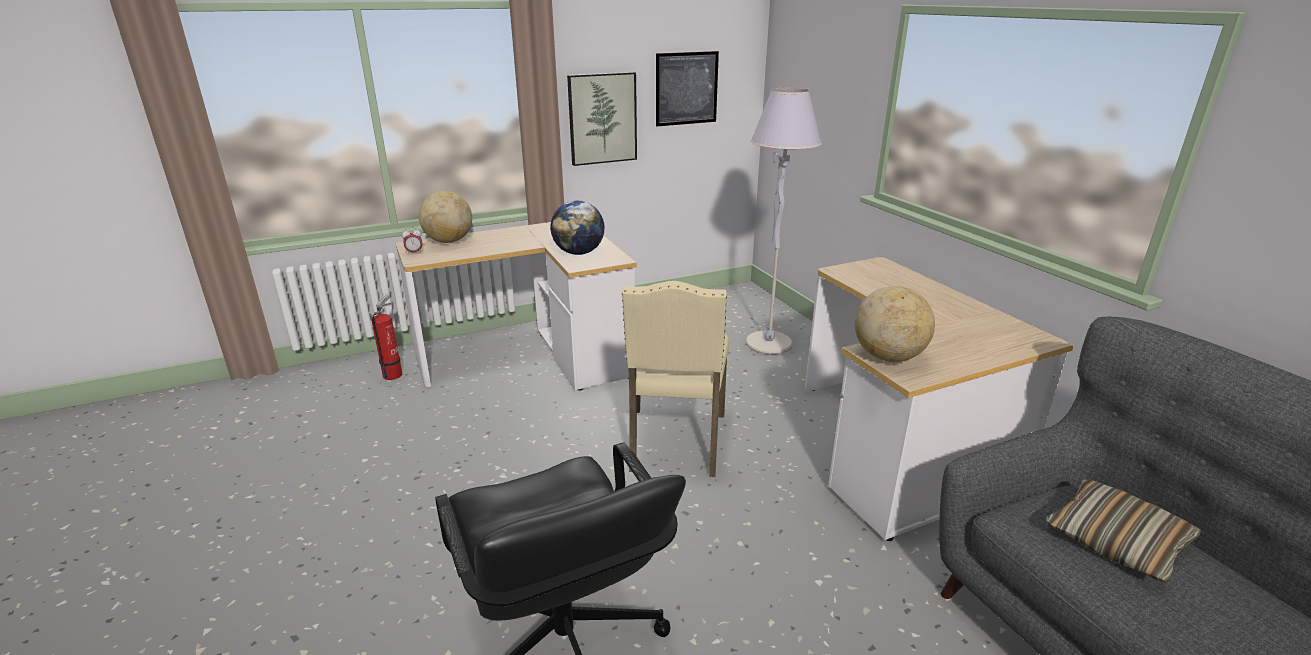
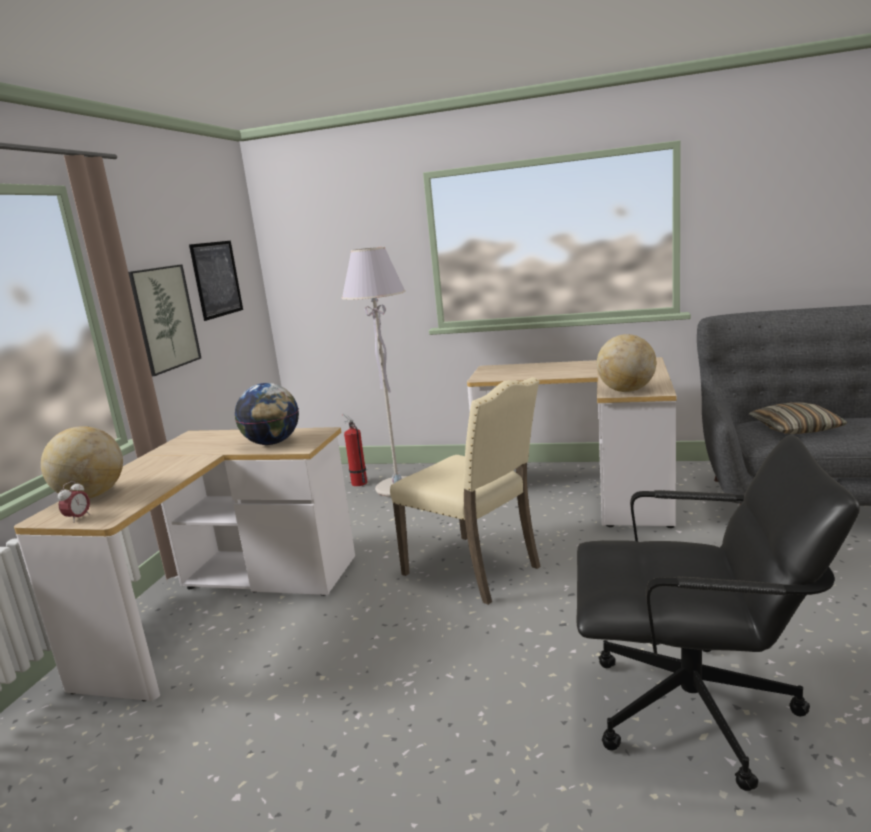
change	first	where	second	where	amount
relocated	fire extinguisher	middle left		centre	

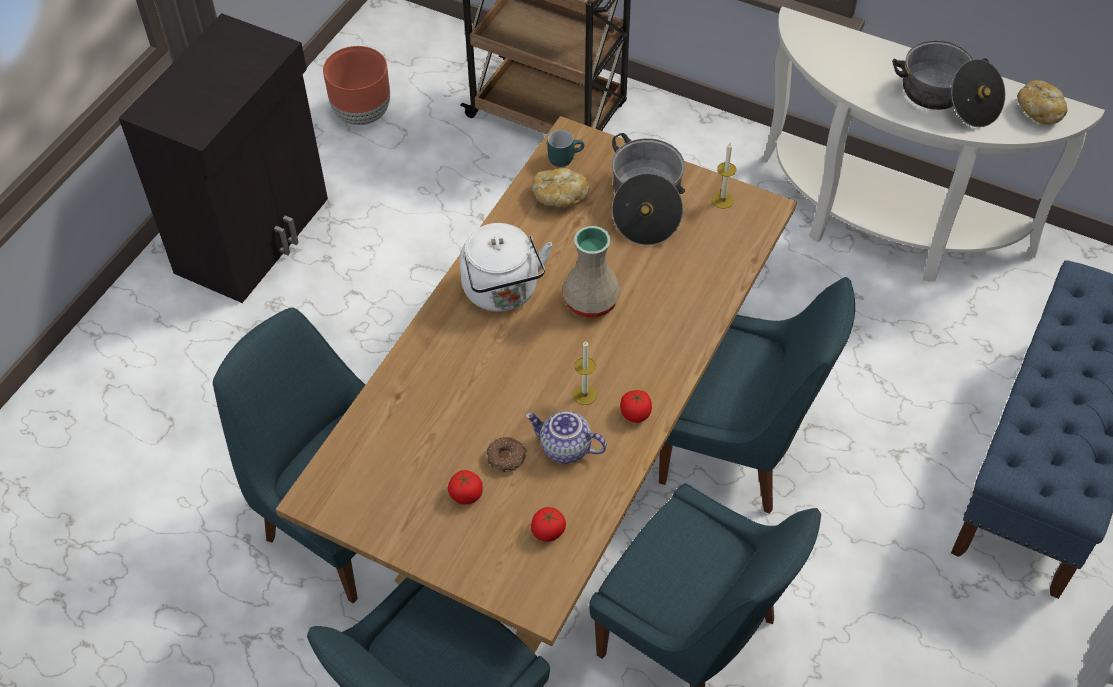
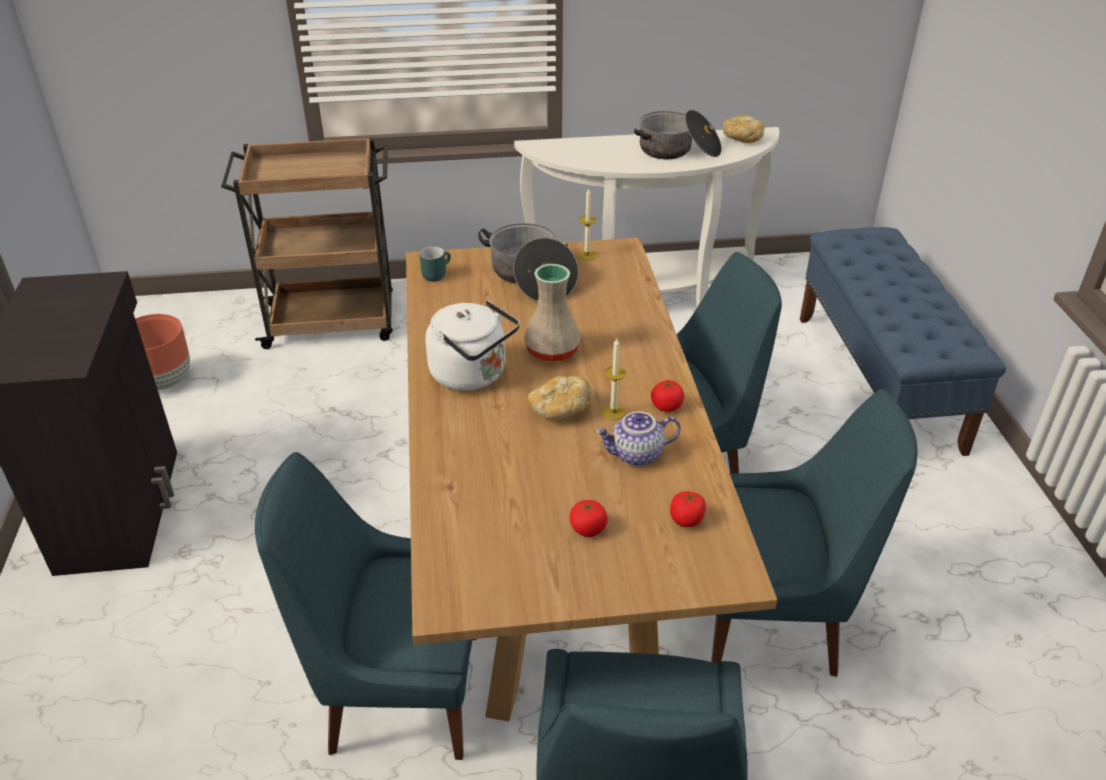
change	first	where	second	where	amount
relocated	bread (no. 1 from left)	top centre		centre	
missing	donut	centre			

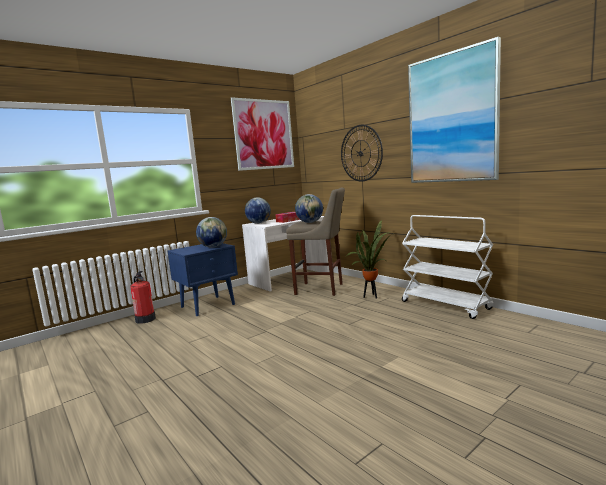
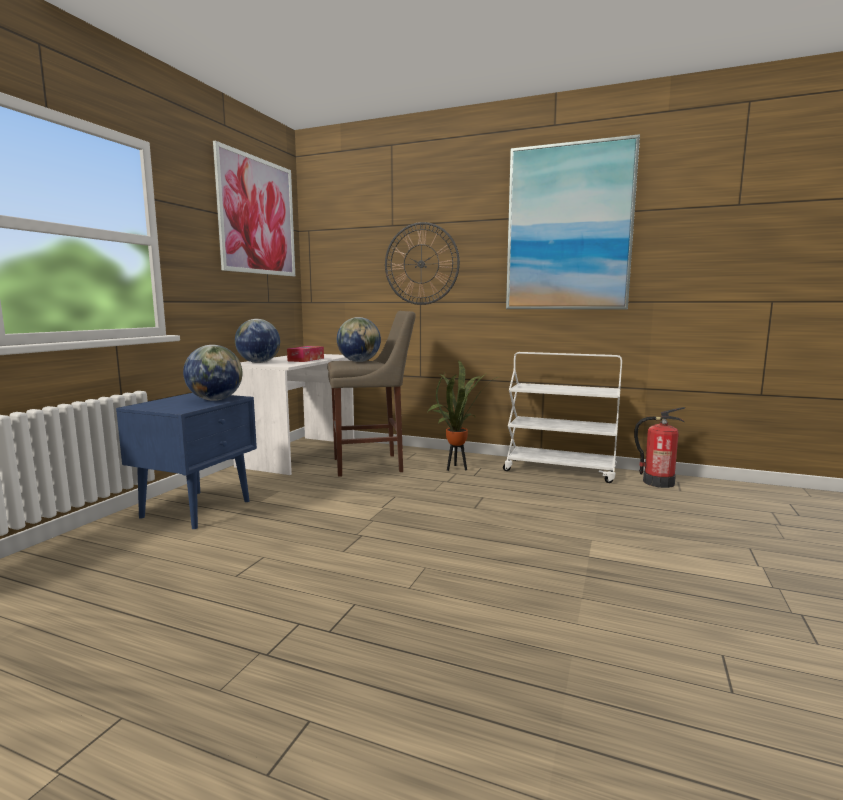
change	first	where	second	where	amount
relocated	fire extinguisher	middle left		middle right	

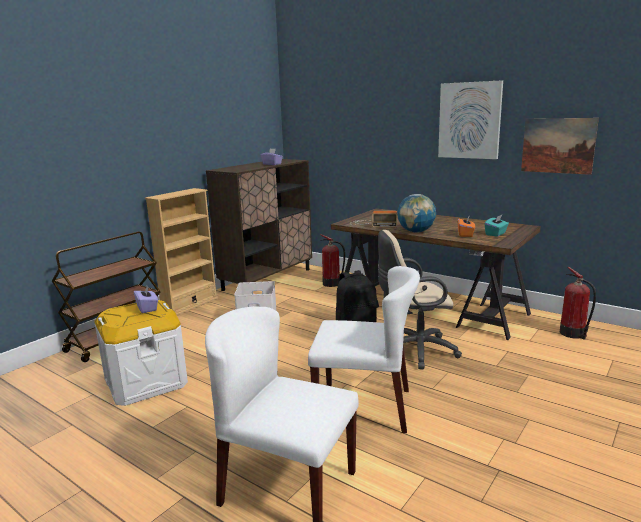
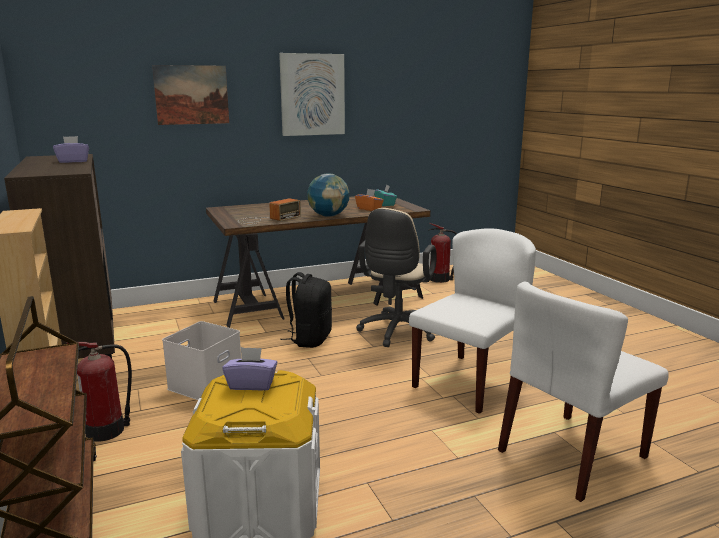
change	first	where	second	where	amount
relocated	picture (no. 2 from left in the first image)	top right	picture (no. 1 from left)	top left	
relocated	fire extinguisher (no. 1 from left)	centre		bottom left	

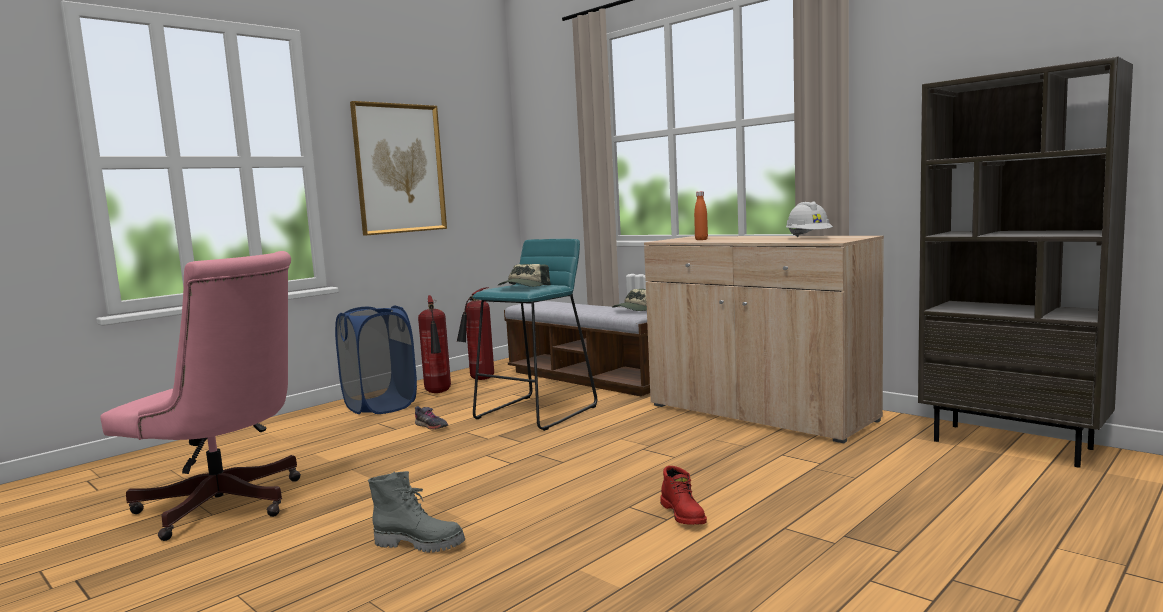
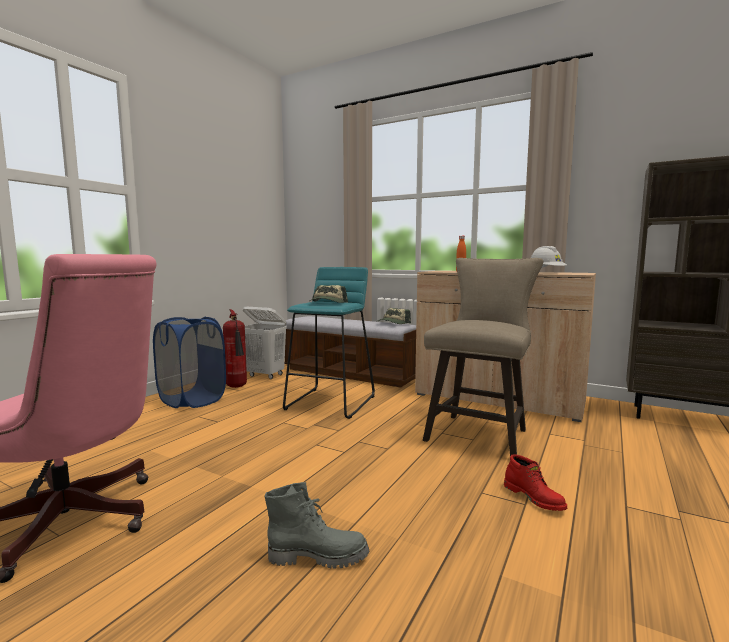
change	first	where	second	where	amount
missing	picture	top centre			
exchanged	fire extinguisher (no. 2 from left)	centre	laundry basket (white)	centre	
missing	shoe (grey)	bottom centre			
appeared			stool (beige)	centre	

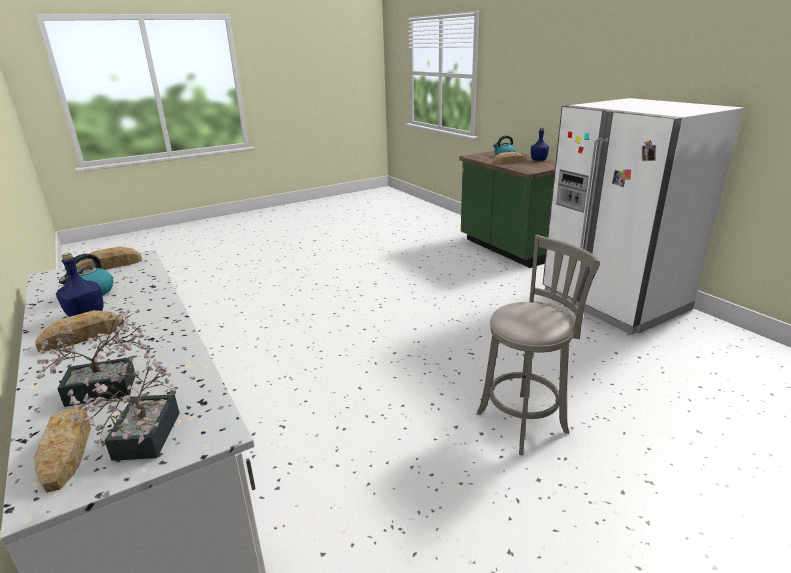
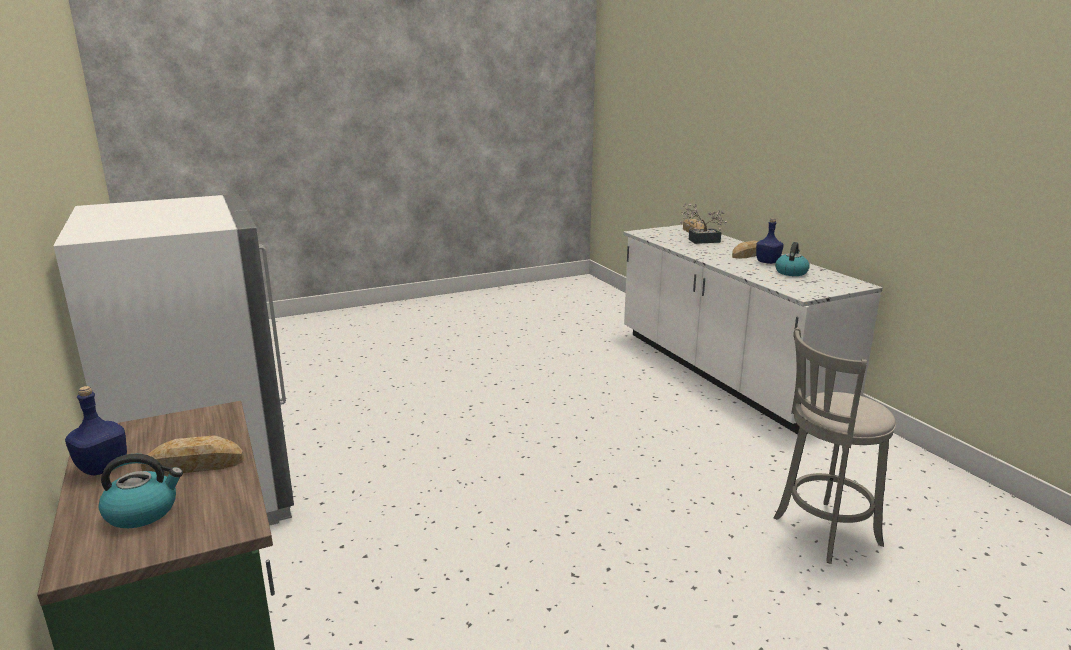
change	first	where	second	where	amount
relocated	stool (grey)	middle right		bottom right	
missing	bread (no. 3 from left)	middle left			
missing	potted plant (no. 2 from left)	bottom left			

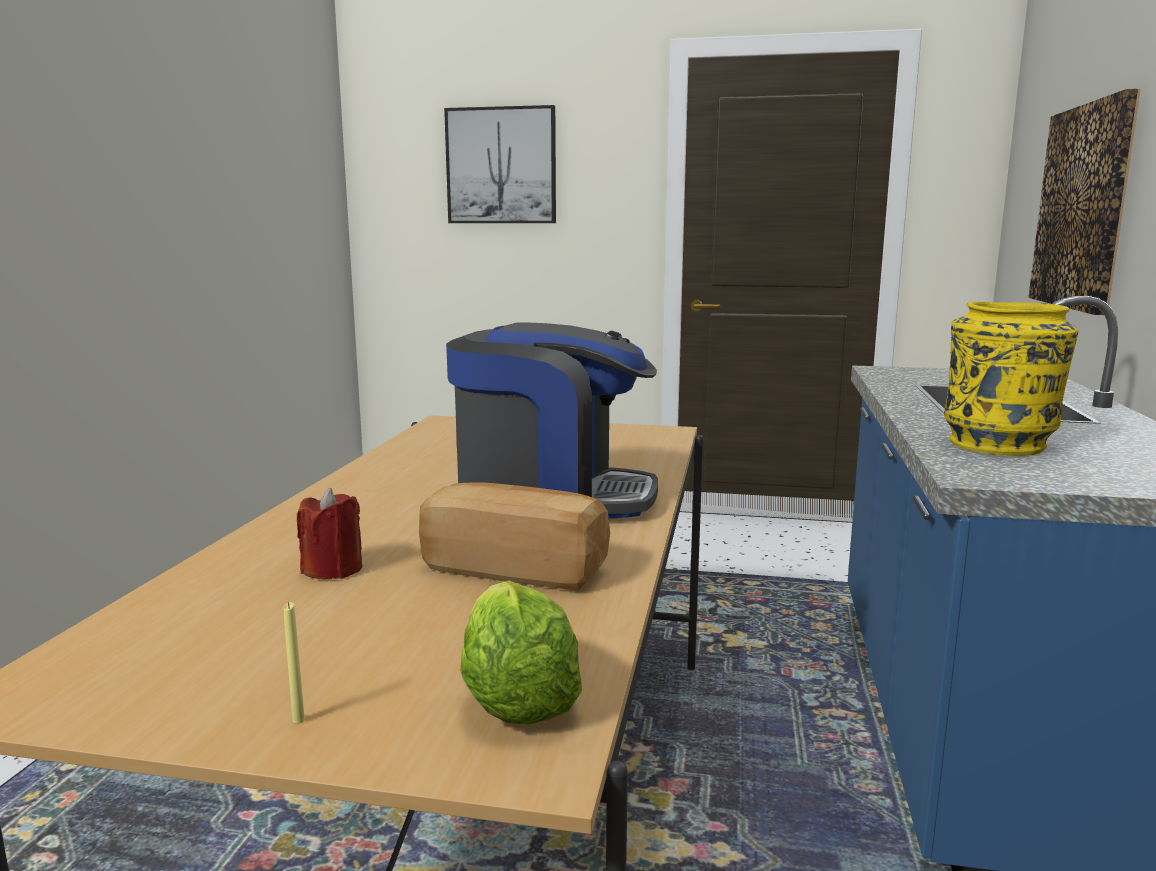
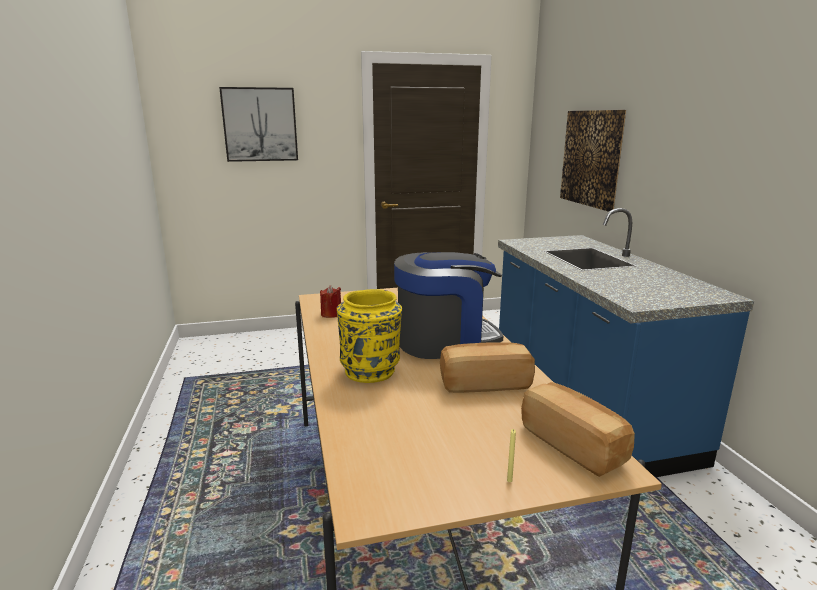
change	first	where	second	where	amount
relocated	vase (yellow)	middle right		centre	
relocated	candle (red)	middle left		centre	
exchanged	lettuce	bottom centre	bread (no. 2 from left)	bottom right	

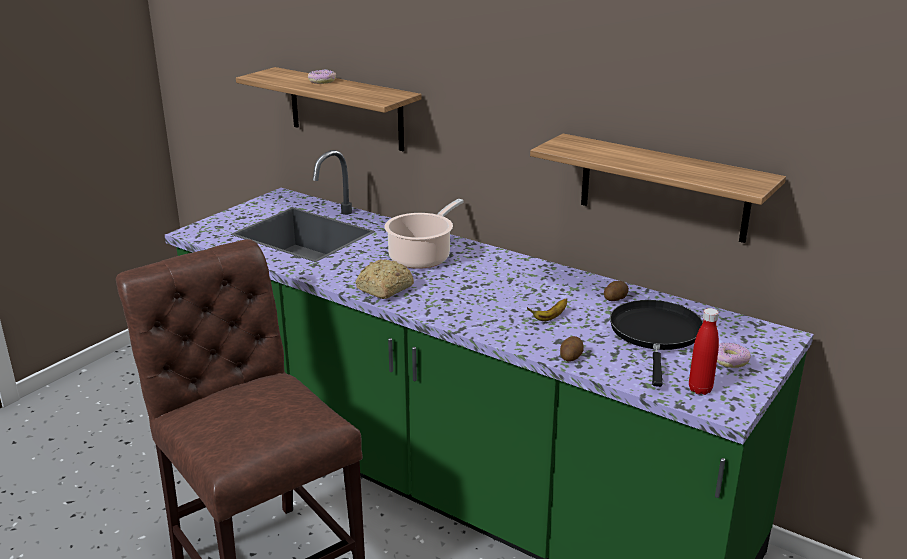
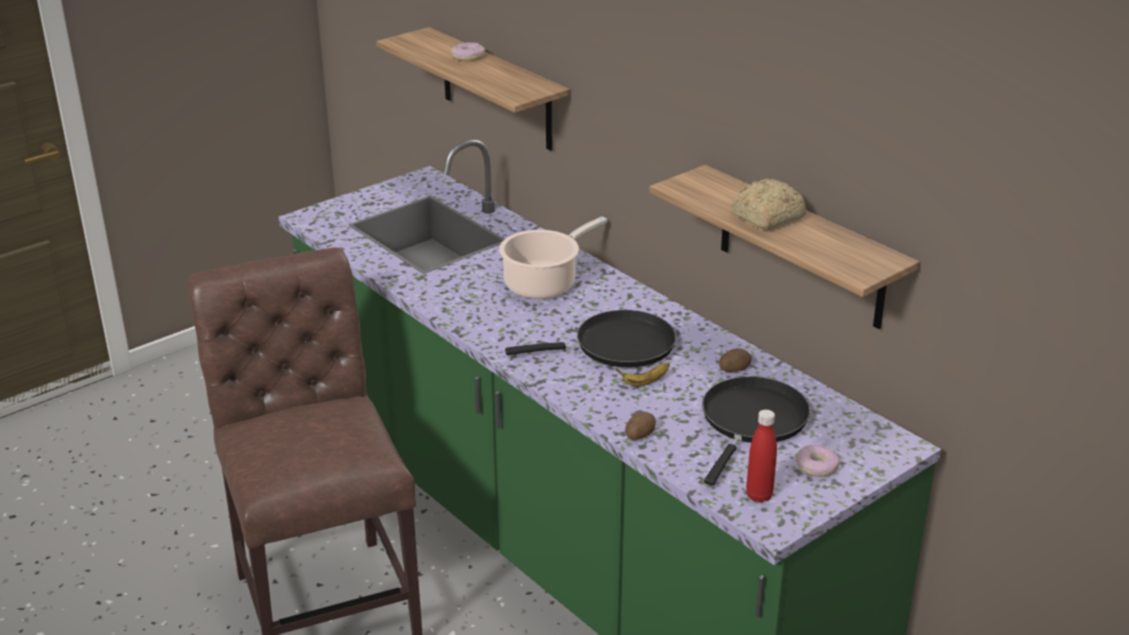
change	first	where	second	where	amount
relocated	bread	centre		top right	
appeared			frying pan (black) (no. 1 from left)	centre	

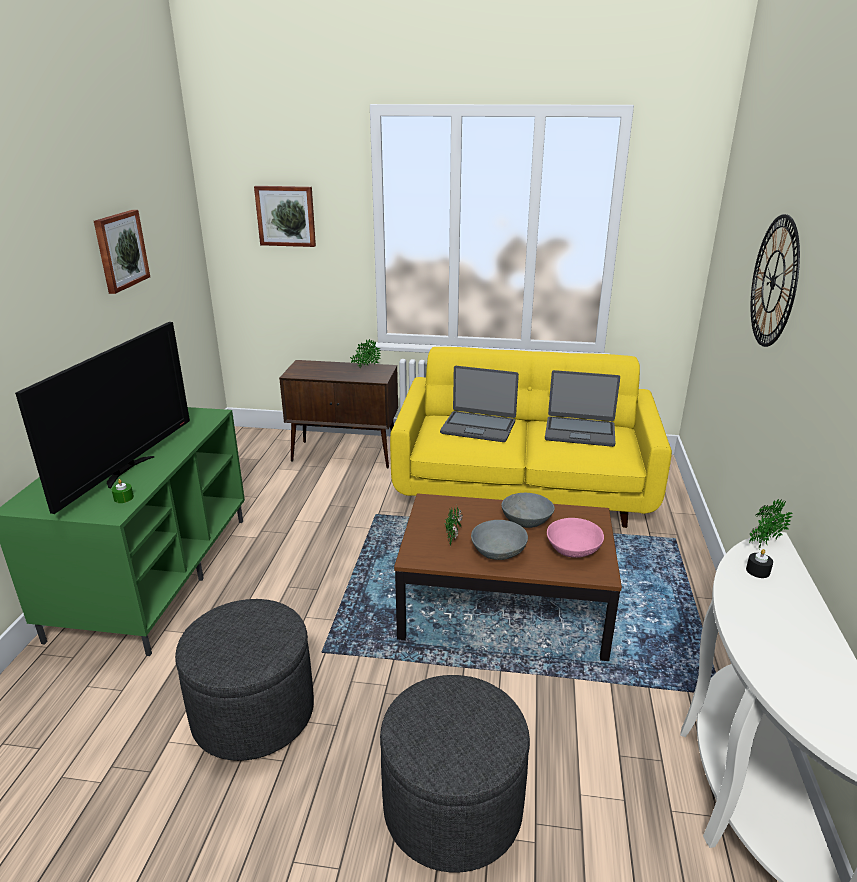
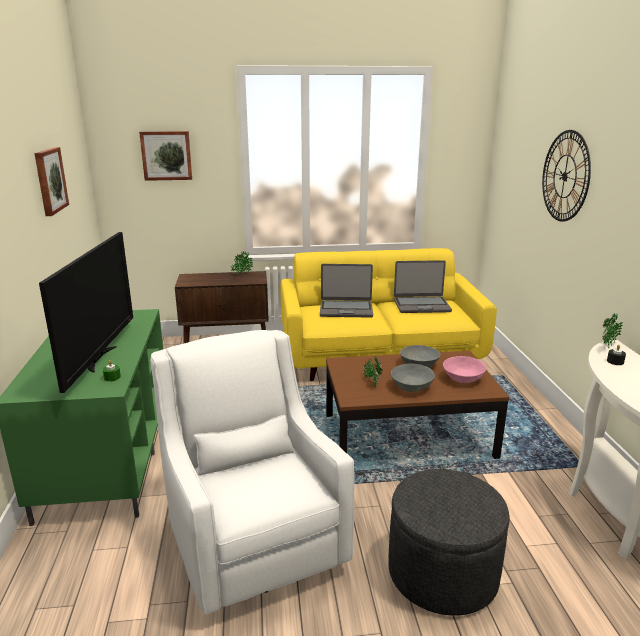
change	first	where	second	where	amount
exchanged	ottoman (grey) (no. 1 from left)	bottom left	armchair (white)	bottom centre	

